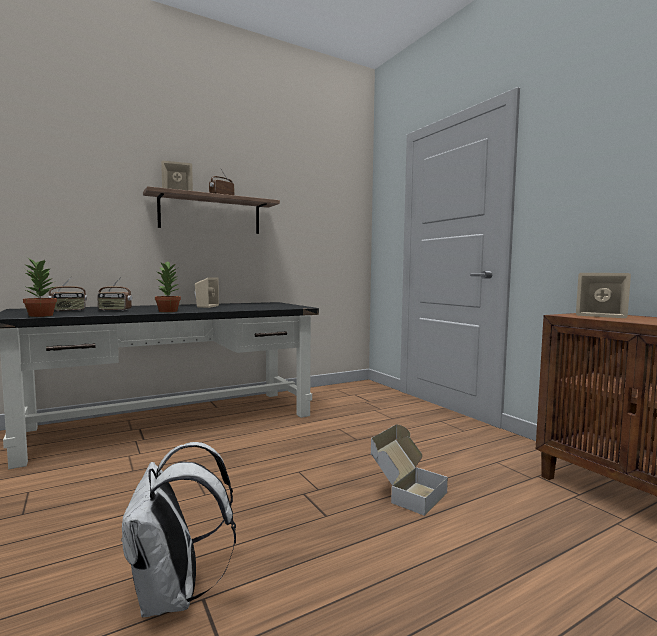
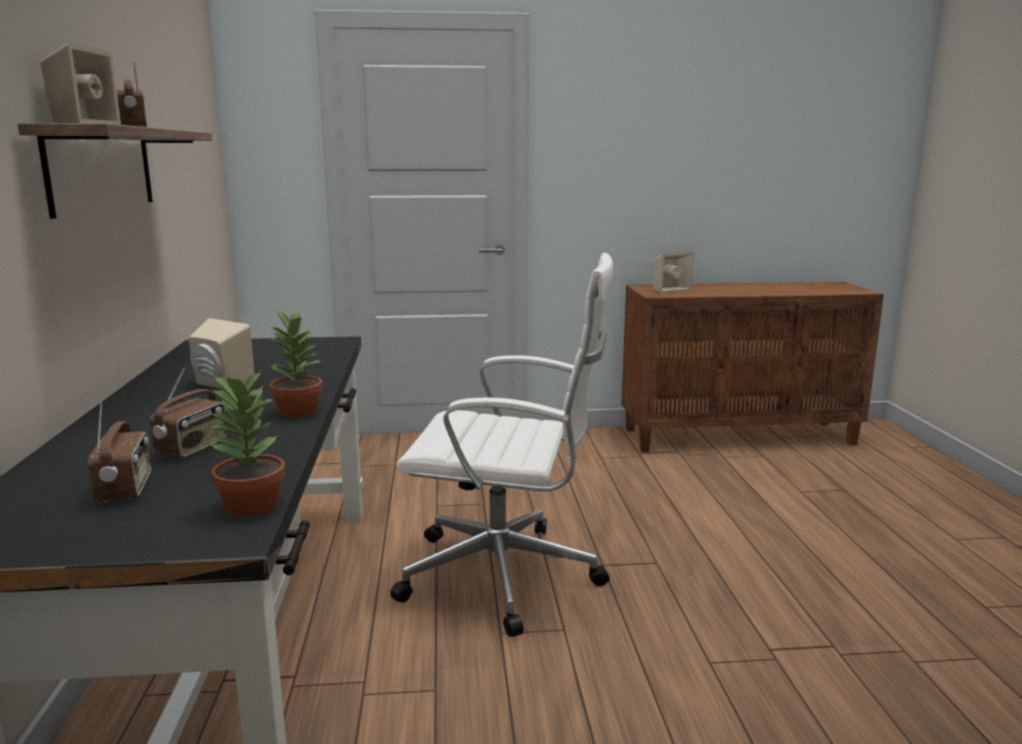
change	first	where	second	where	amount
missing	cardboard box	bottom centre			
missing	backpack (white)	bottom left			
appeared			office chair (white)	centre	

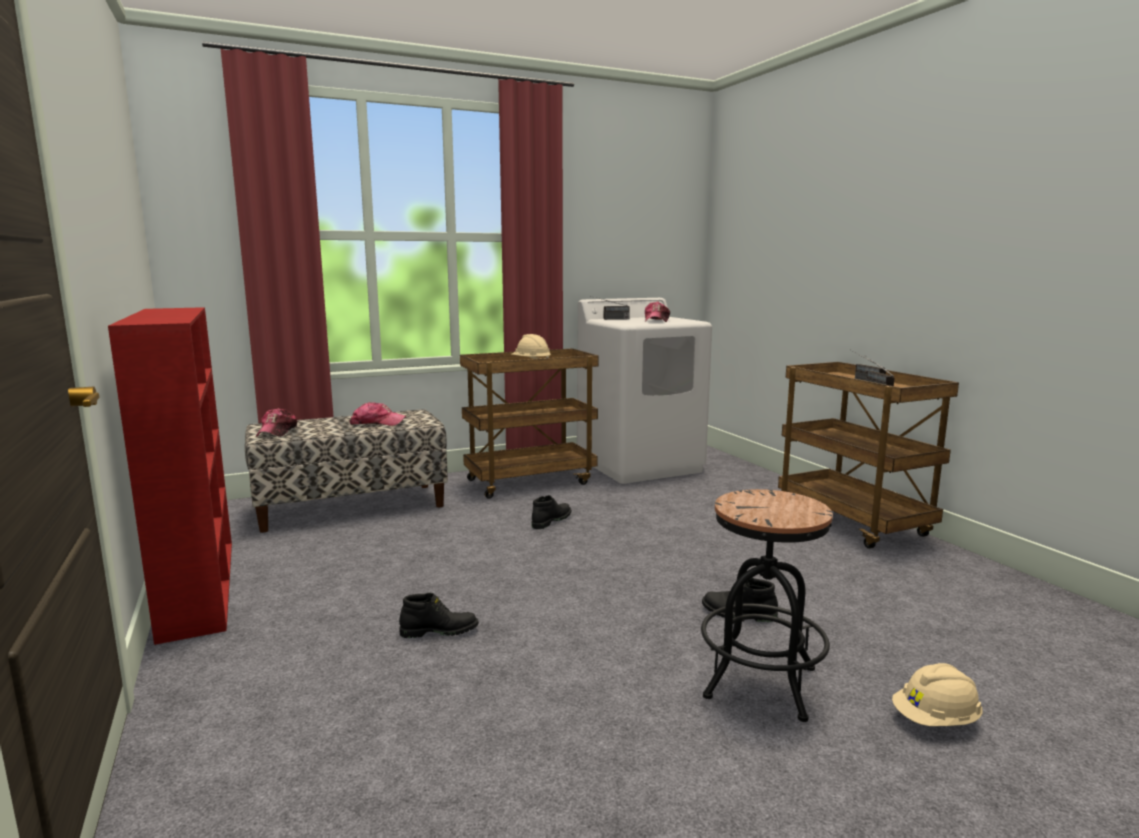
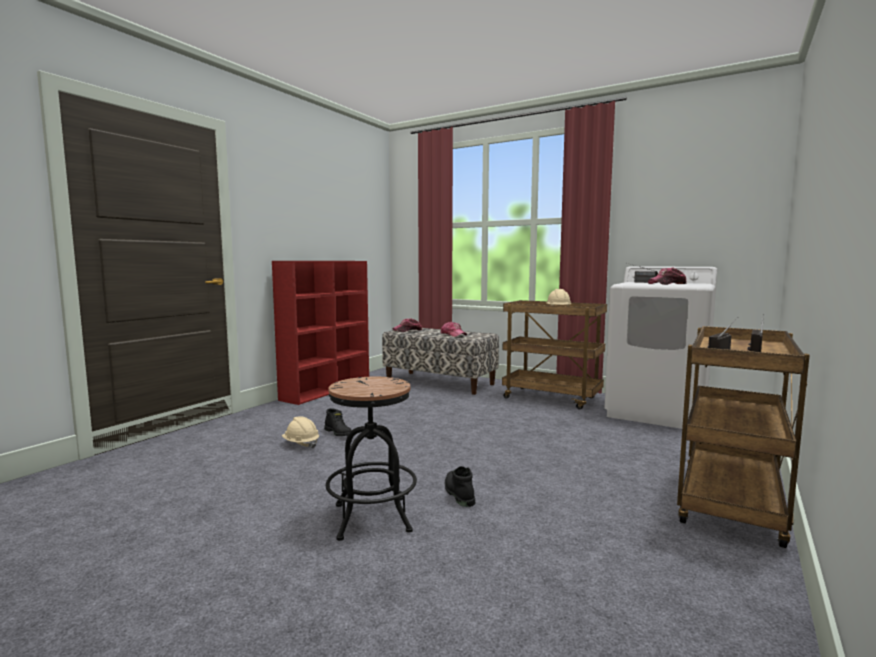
change	first	where	second	where	amount
missing	boot (black) (no. 2 from left)	centre			
relocated	hard hat (beige) (no. 2 from left in the first image)	bottom right	hard hat (beige) (no. 1 from left)	centre	

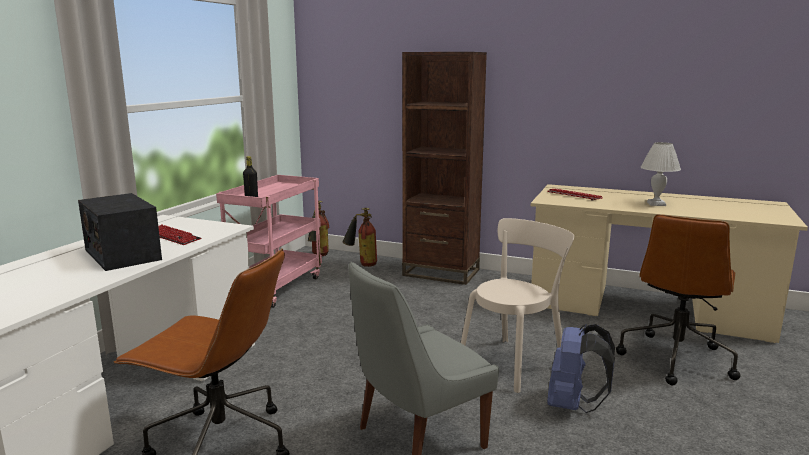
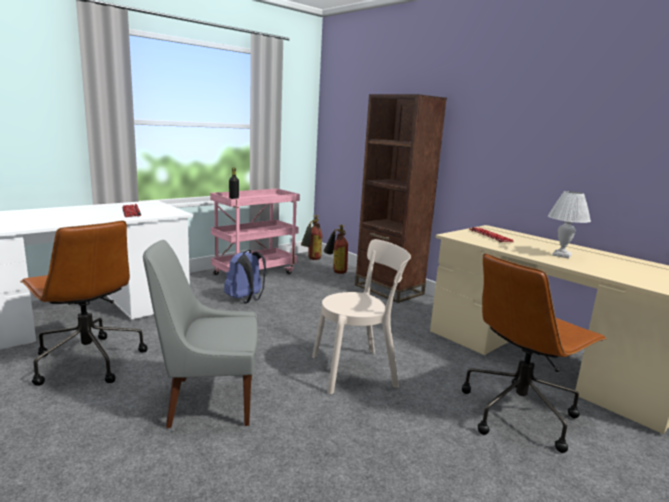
change	first	where	second	where	amount
missing	radio	middle left			
relocated	backpack (blue)	bottom right		centre	

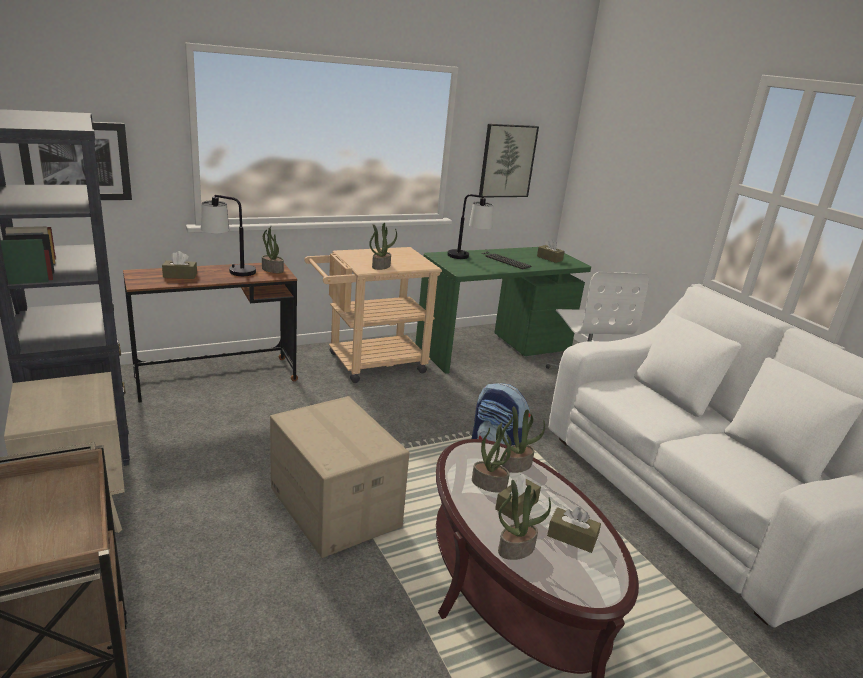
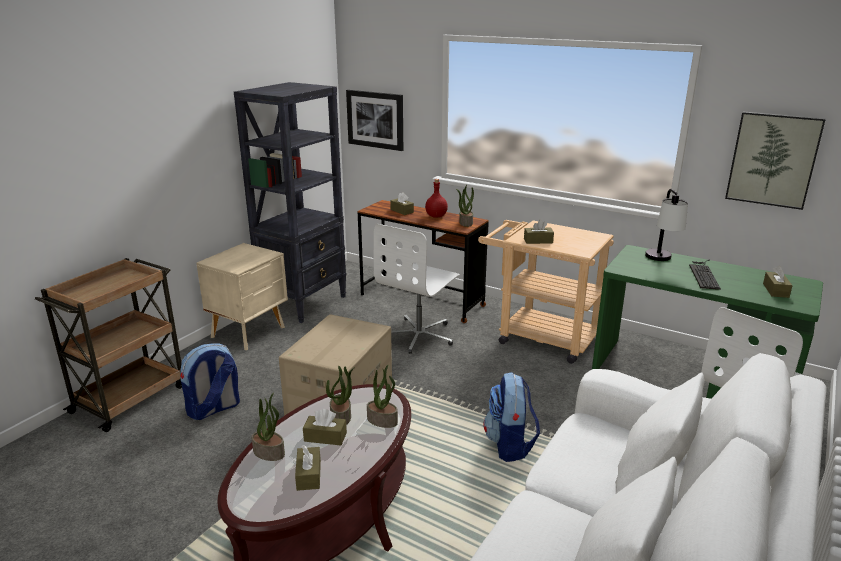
change	first	where	second	where	amount
exchanged	table lamp (no. 1 from left)	middle left	bottle (red)	centre	
exchanged	potted plant (no. 2 from left)	centre	tissue box (brown) (no. 4 from left)	centre	
appeared			office chair (white) (no. 1 from left)	centre	
appeared			backpack (no. 1 from left)	bottom left	

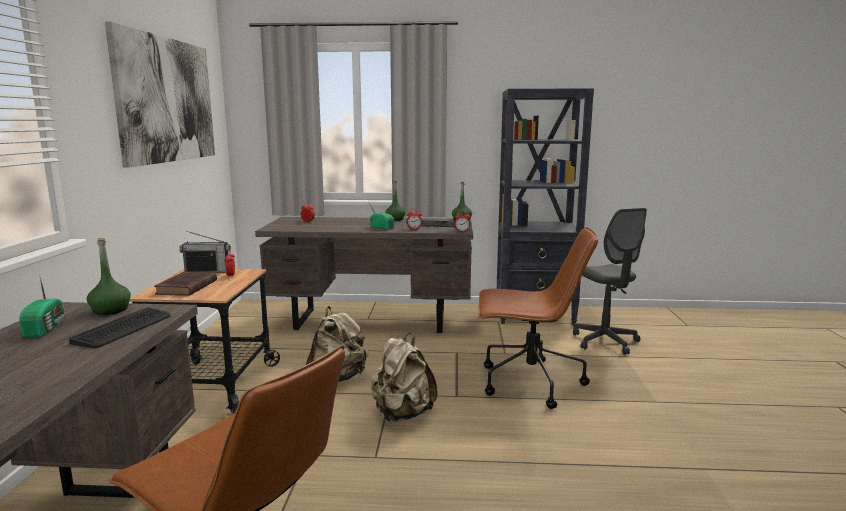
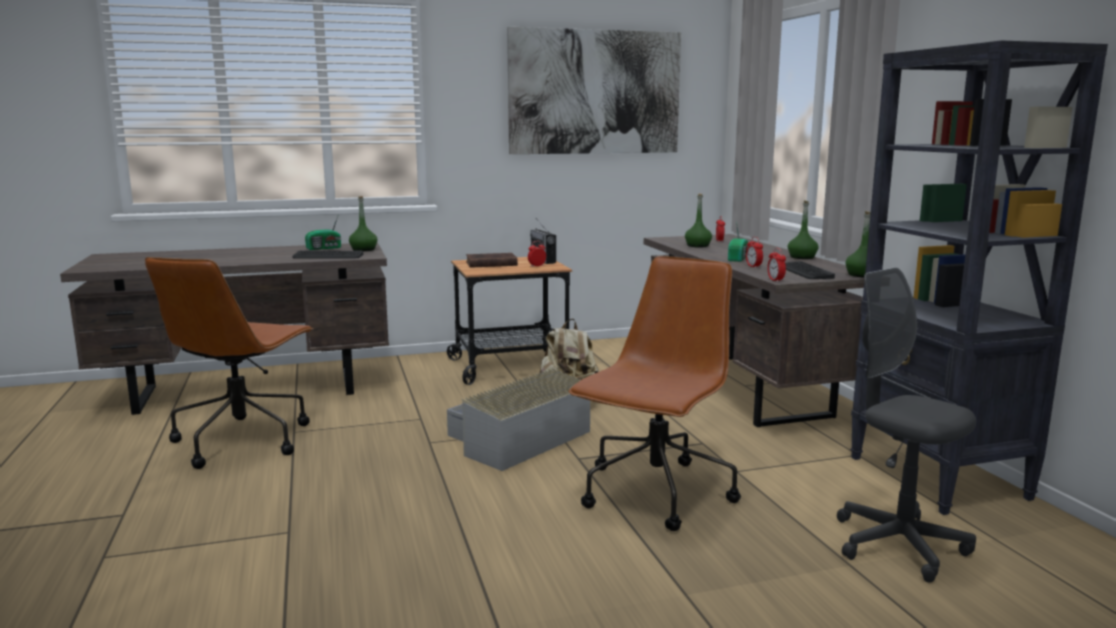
change	first	where	second	where	amount
spun	office chair (grey)	middle right		bottom right	90 degrees clockwise
spun	office chair (brown) (no. 2 from left)	centre		centre	135 degrees counterclockwise
exchanged	backpack (beige) (no. 2 from left)	bottom centre	storage box (grey)	bottom centre	
appeared			bottle (green) (no. 2 from left)	centre	

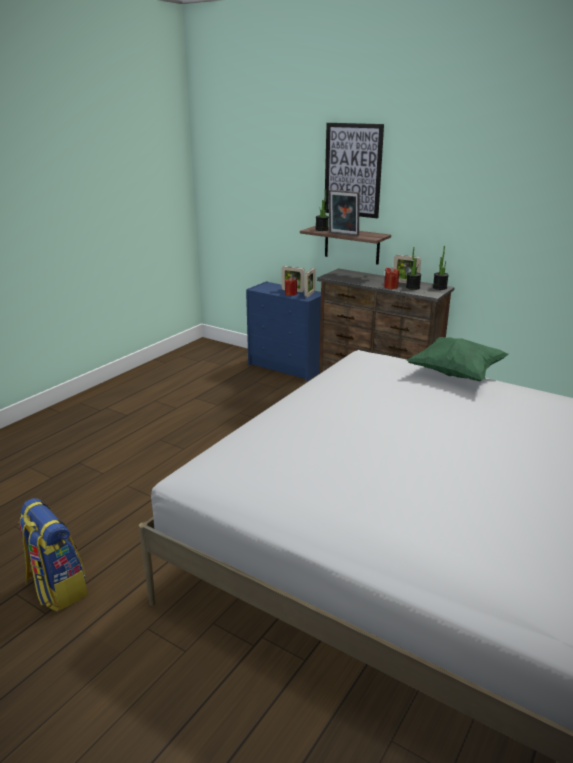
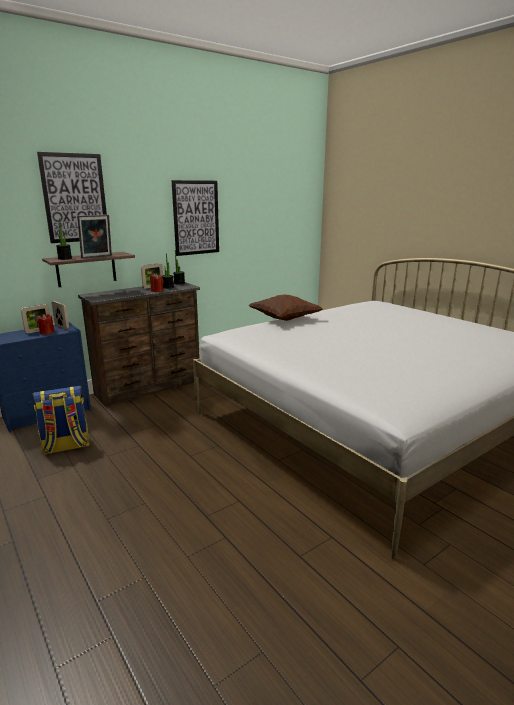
change	first	where	second	where	amount
colour	pillow (green)	middle right	pillow (brown)	centre	
relocated	backpack	bottom left		middle left	
appeared			picture (no. 2 from left)	top centre	

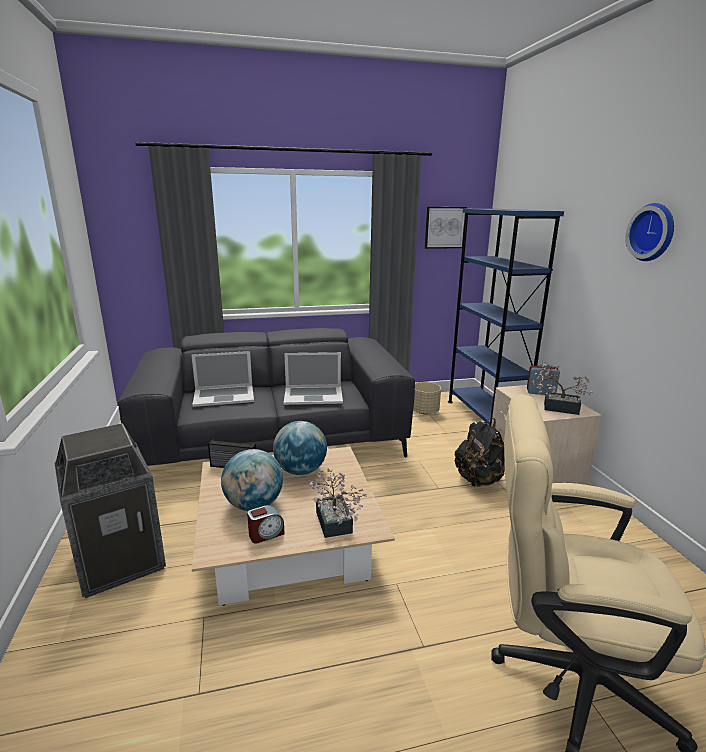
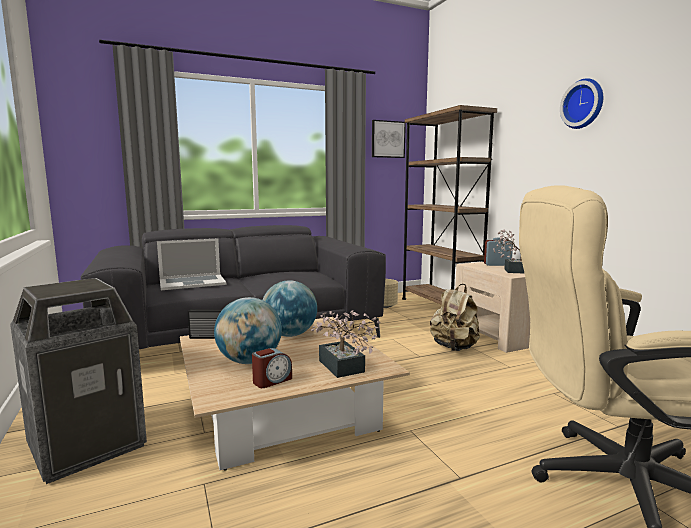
change	first	where	second	where	amount
colour	bookcase (blue)	middle right	bookcase (brown)	centre	
missing	laptop (no. 2 from left)	centre			
colour	backpack (black)	middle right	backpack (beige)	centre	

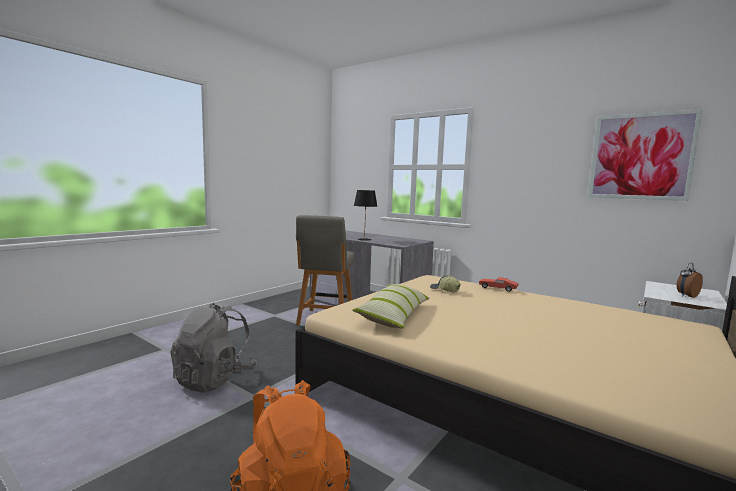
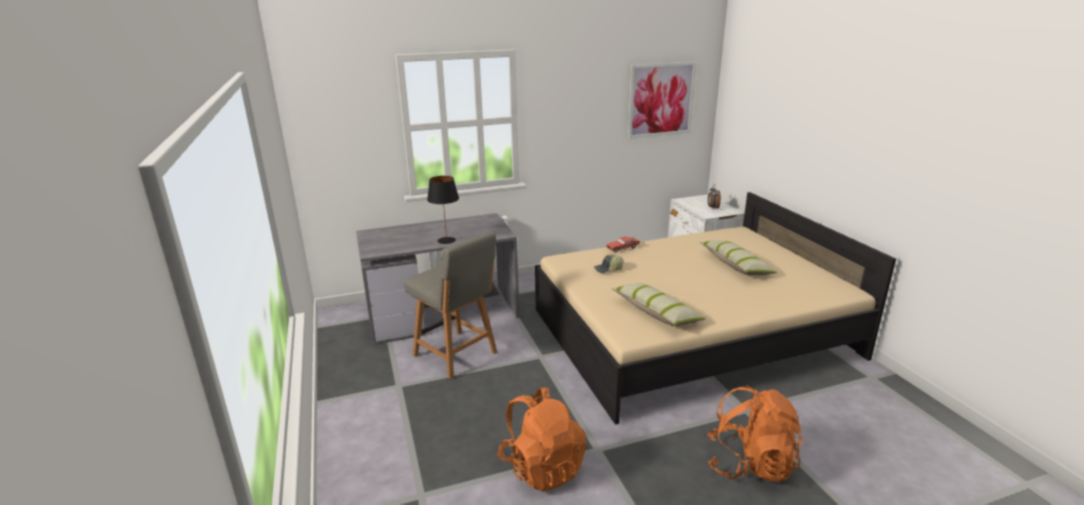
change	first	where	second	where	amount
colour	backpack (grey)	bottom left	backpack (orange) (no. 1 from left)	bottom centre	
appeared			pillow (no. 2 from left)	middle right	

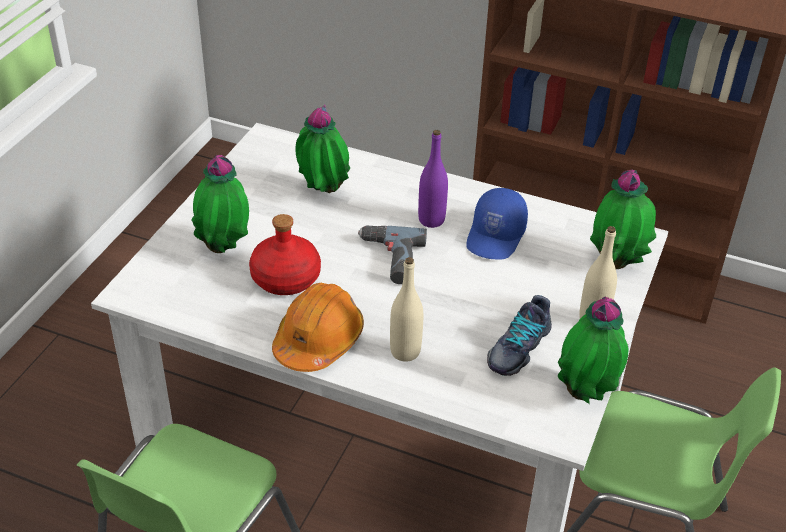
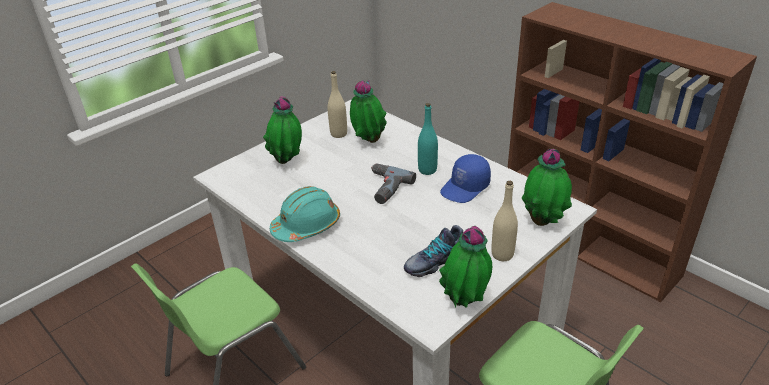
change	first	where	second	where	amount
colour	bottle (purple)	centre	bottle (turquoise)	centre	
missing	bottle (red)	centre			
relocated	bottle (beige) (no. 1 from left)	centre		top centre	
colour	hard hat (orange)	centre	hard hat (turquoise)	centre	

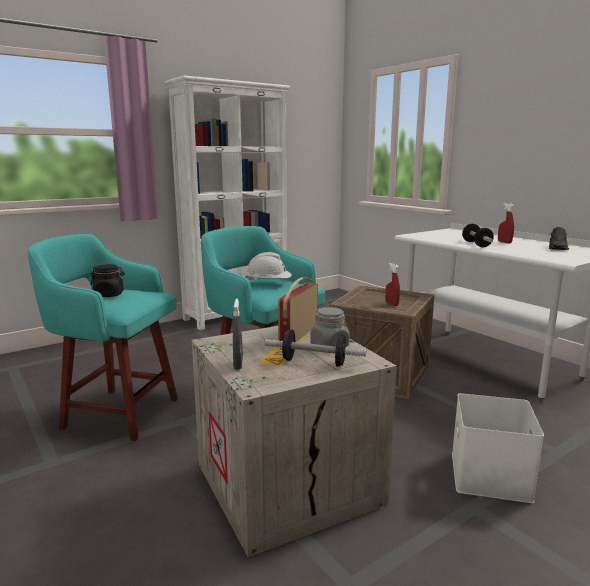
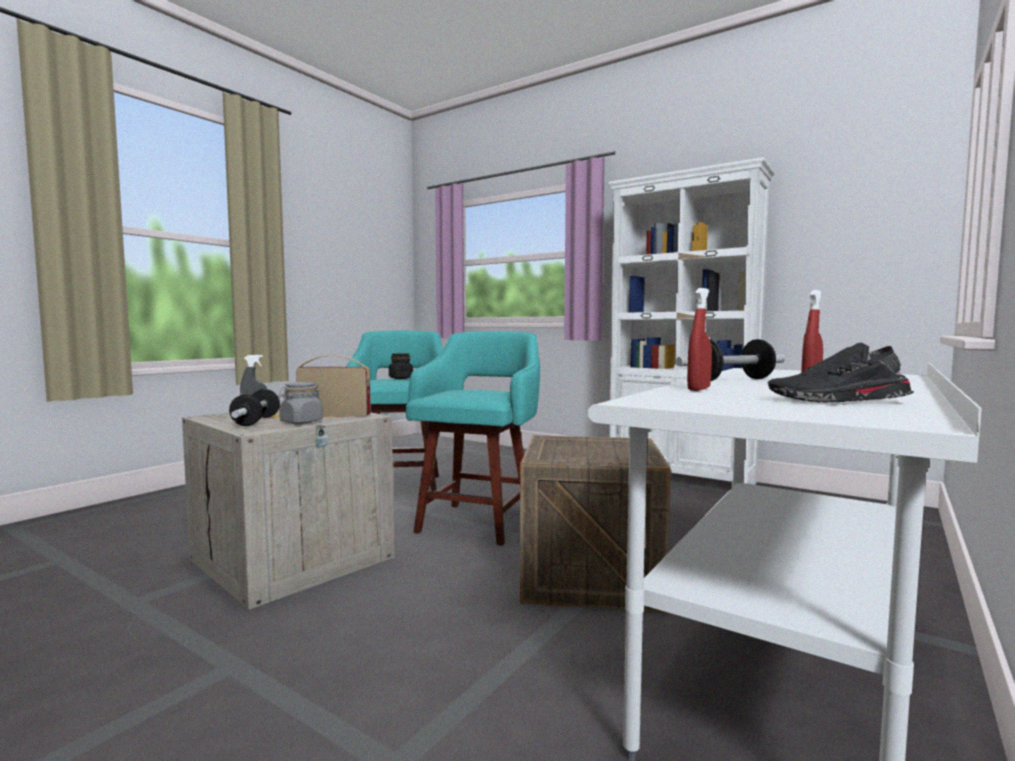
change	first	where	second	where	amount
missing	hard hat (white)	centre			
relocated	spray bottle (red) (no. 1 from left)	centre		middle right	
missing	storage box (white)	bottom right			

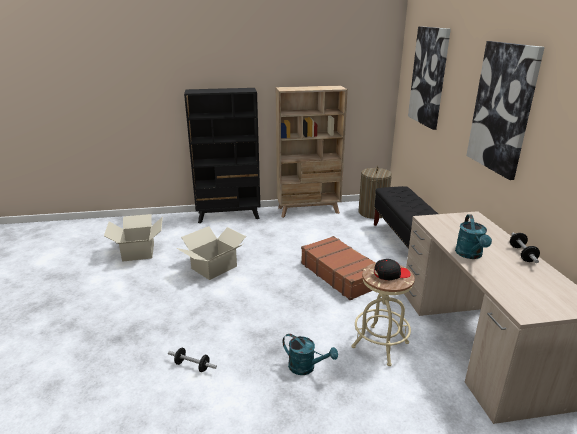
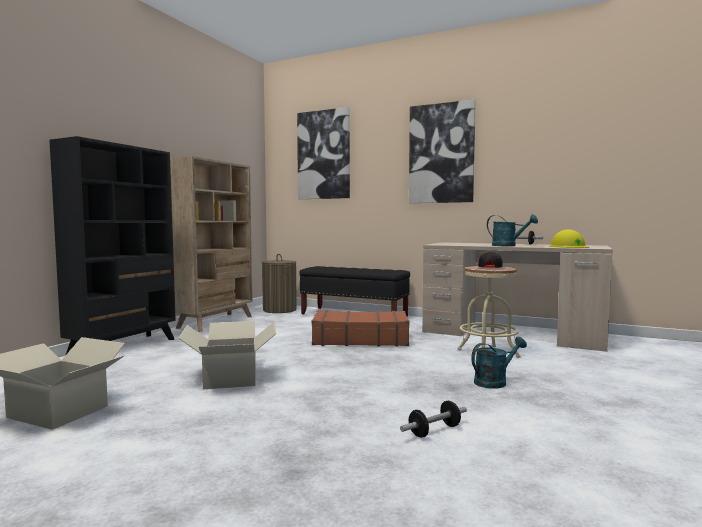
change	first	where	second	where	amount
appeared			hard hat (yellow)	middle right	

